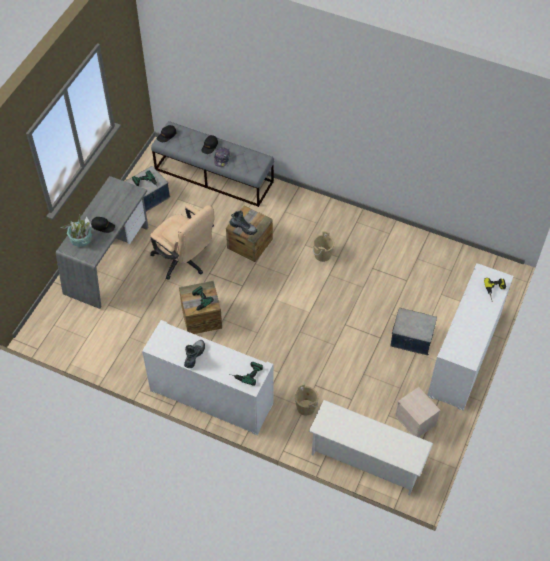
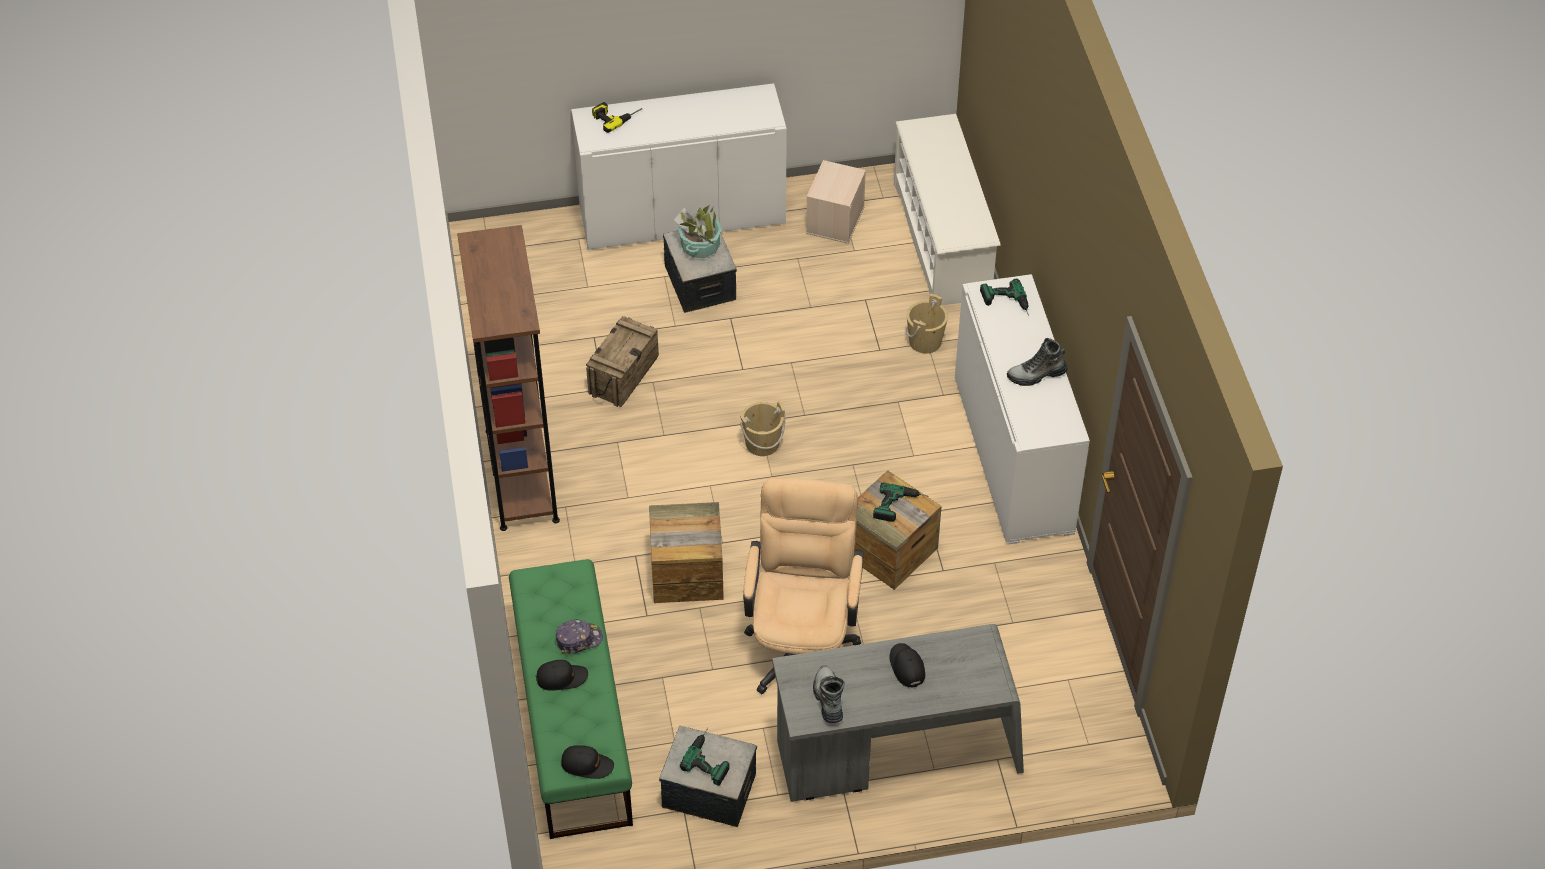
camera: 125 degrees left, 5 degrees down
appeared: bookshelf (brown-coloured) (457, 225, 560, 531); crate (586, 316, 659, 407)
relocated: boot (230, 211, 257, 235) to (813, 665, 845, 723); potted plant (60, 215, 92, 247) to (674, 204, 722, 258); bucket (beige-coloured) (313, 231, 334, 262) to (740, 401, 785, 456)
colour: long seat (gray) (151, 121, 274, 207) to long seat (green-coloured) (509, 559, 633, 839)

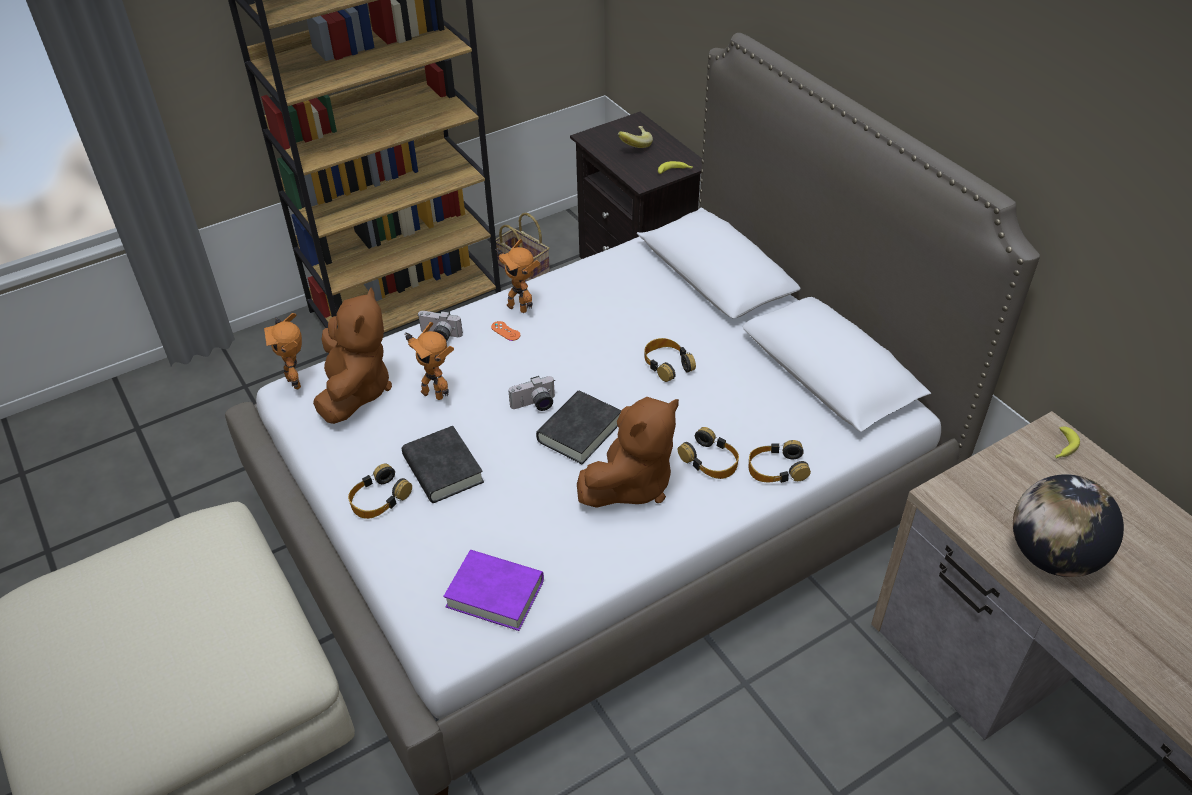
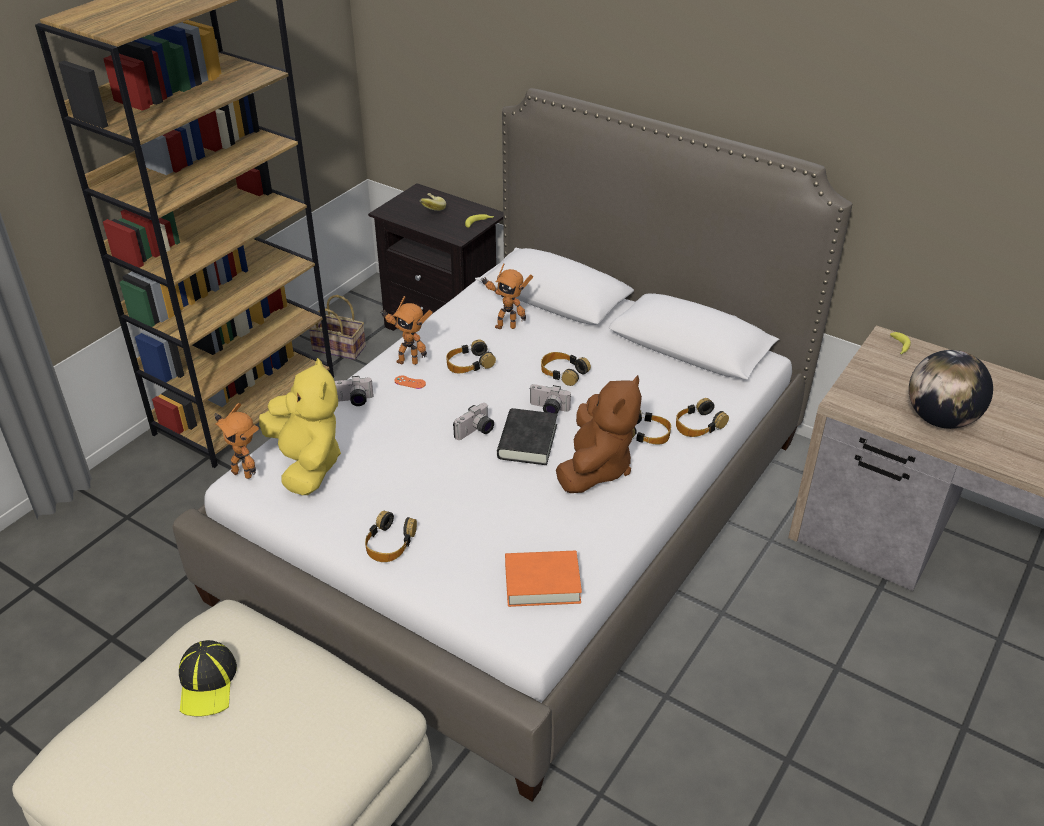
camera: 25 degrees left, 5 degrees down
missing: volume (black) (402, 426, 484, 503)
appeared: headphones (446, 340, 496, 373); photo camera (530, 384, 571, 414); cap (179, 640, 237, 716)
relocated: toy robot (404, 322, 454, 400) to (480, 263, 533, 329)
colour: cuddly toy (brown-coloured) (313, 288, 392, 424) to cuddly toy (yellow-coloured) (259, 358, 341, 495); volume (purplish) (443, 550, 544, 631) to volume (orangey) (505, 550, 582, 607)

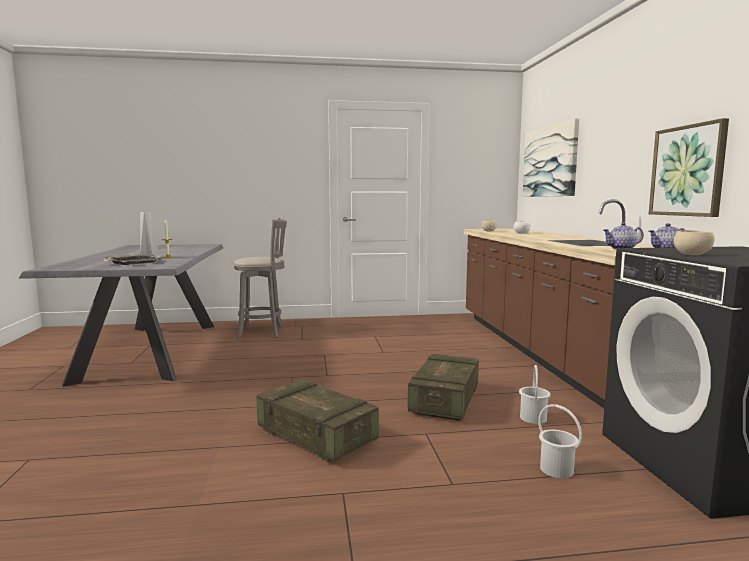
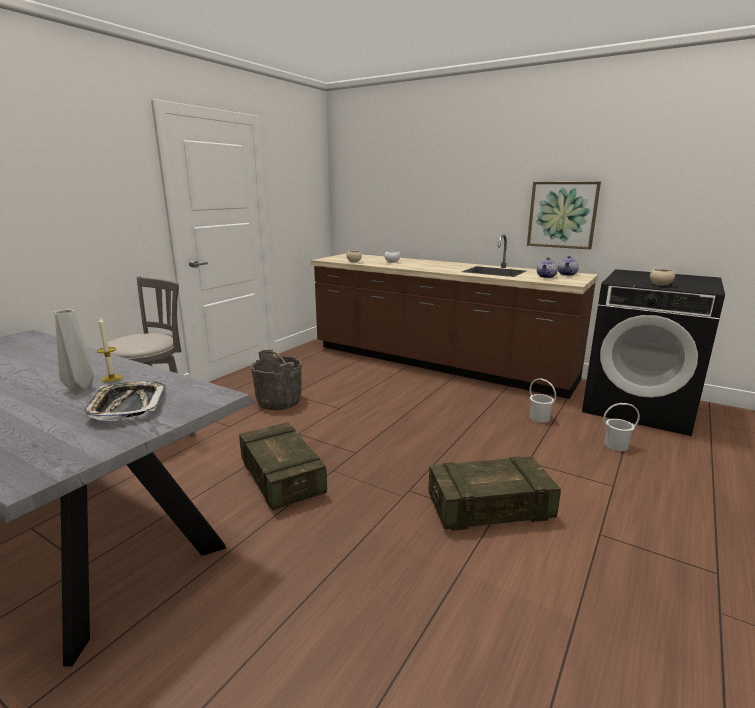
camera: 50 degrees left, 10 degrees up
missing: picture (523, 118, 579, 197)
appeared: bucket (gray) (251, 350, 302, 410)
relocated: crate (408, 354, 479, 421) to (239, 422, 327, 511)

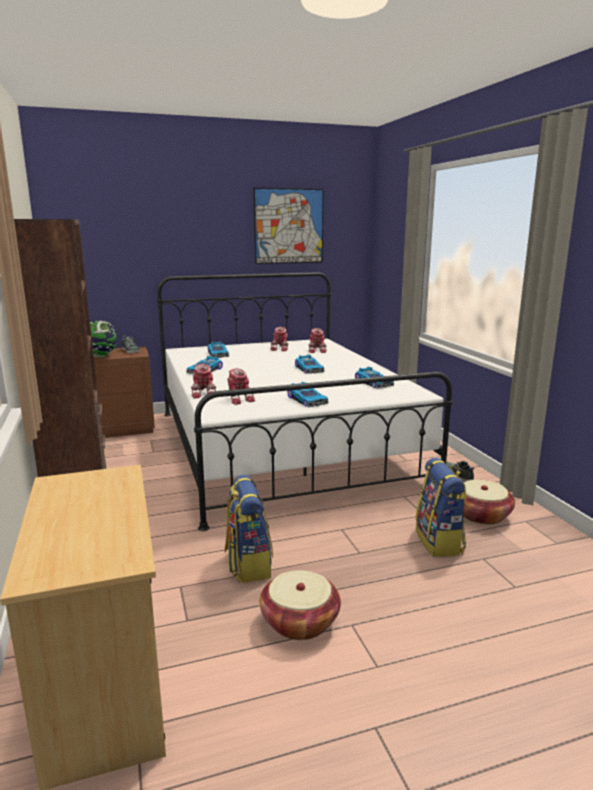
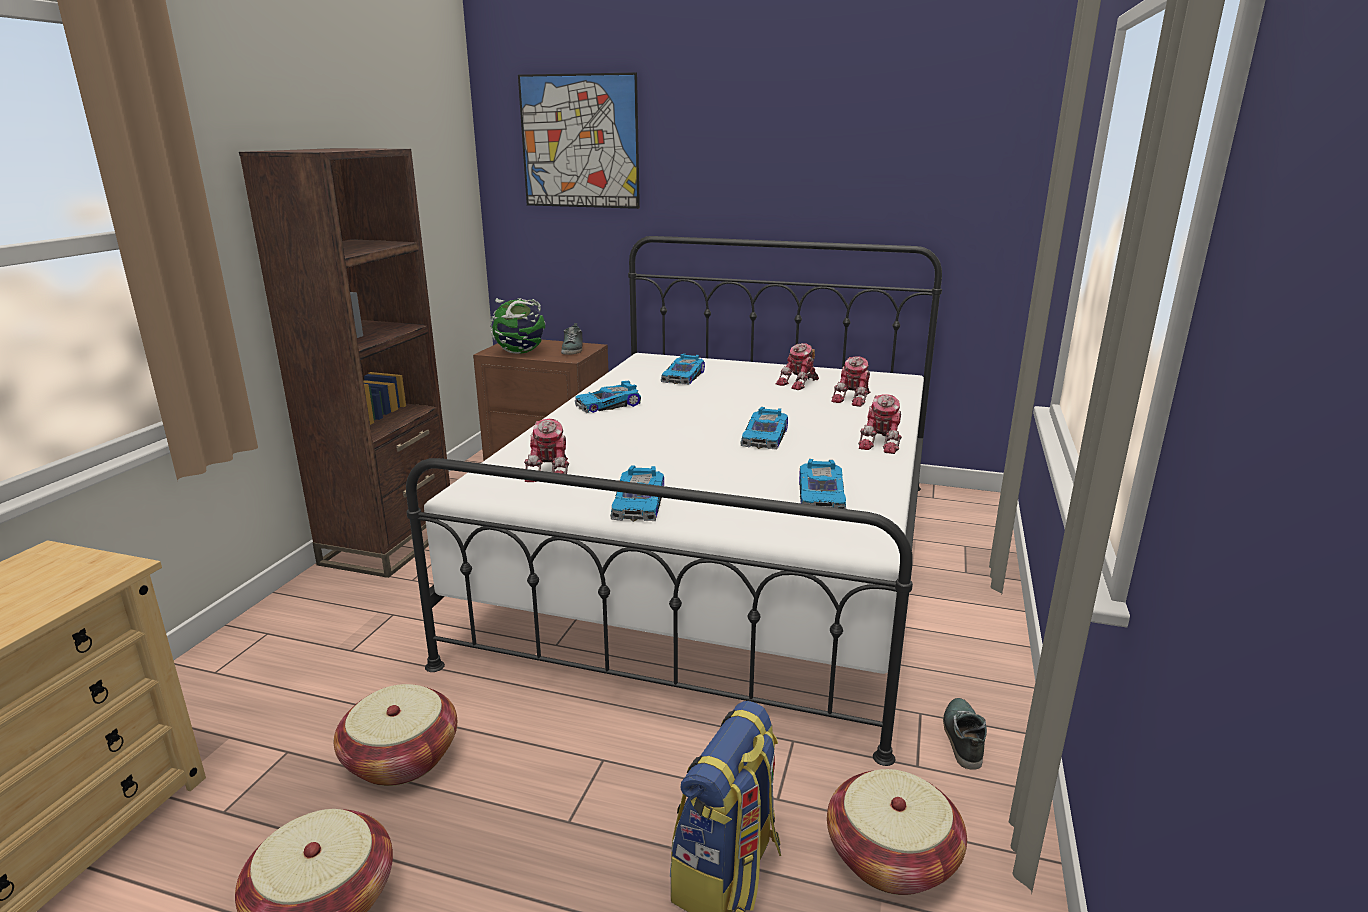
camera: 35 degrees right, 5 degrees up
relocated: picture (253, 188, 324, 264) to (518, 72, 640, 209); toy robot (191, 364, 216, 399) to (858, 394, 902, 454)
exchanged: rucksack (225, 475, 273, 583) to basket (334, 684, 457, 786)

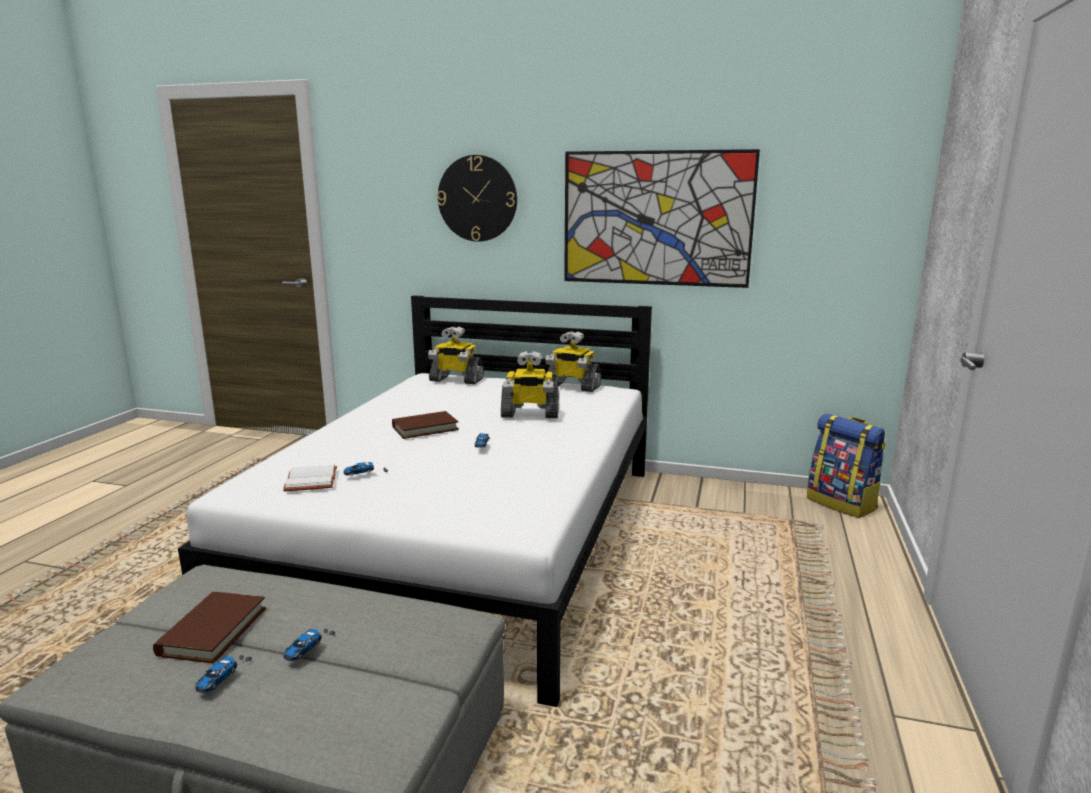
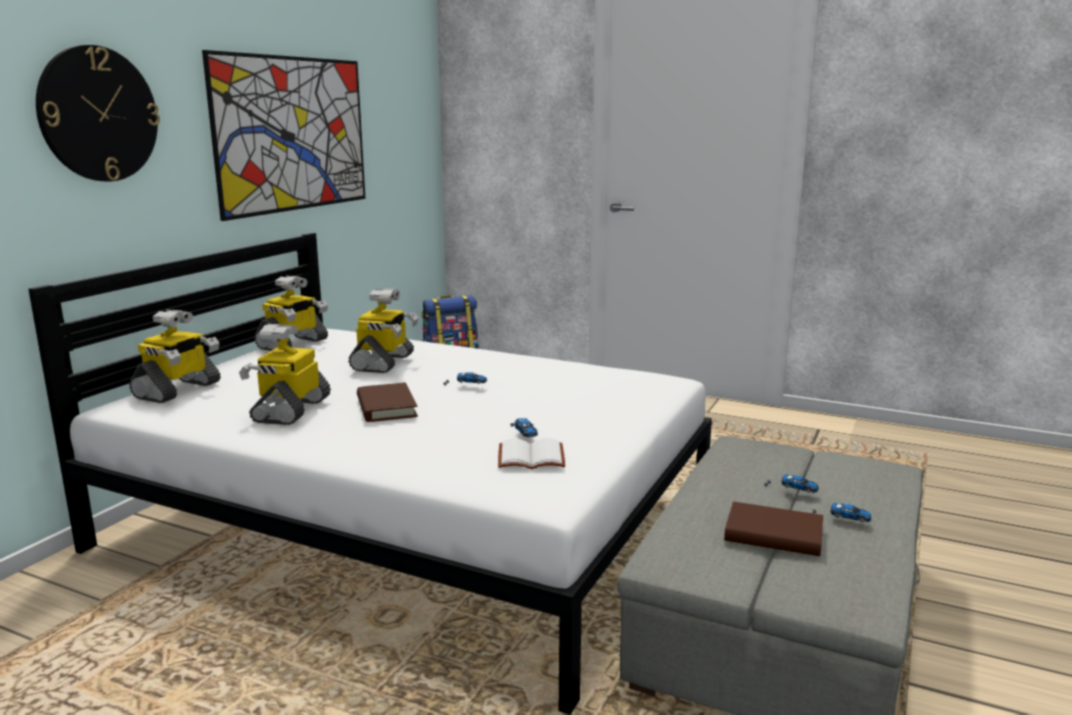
camera: 80 degrees left, 0 degrees up
appeared: toy robot (239, 324, 331, 425)

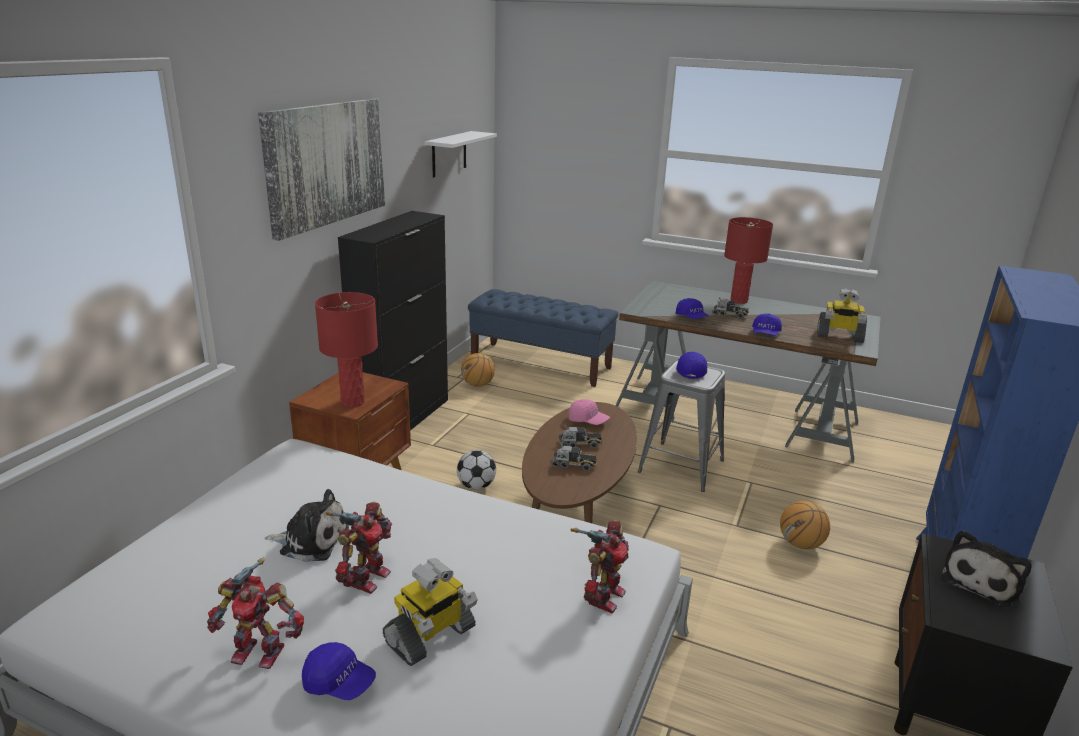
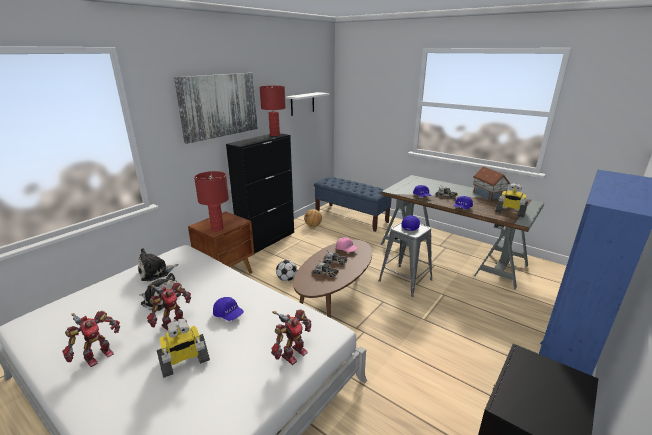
camera: 15 degrees right, 0 degrees up
missing: basketball (780, 501, 830, 549)
appeared: miniature house (473, 166, 511, 203)
relocated: table lamp (reddish) (724, 217, 773, 304) to (260, 86, 286, 136); cuddly toy (941, 530, 1032, 608) to (138, 248, 178, 281); cap (blue) (302, 642, 376, 700) to (213, 297, 244, 321)
spun: toy robot (207, 558, 304, 669) = (62, 311, 120, 367) 75 degrees counterclockwise

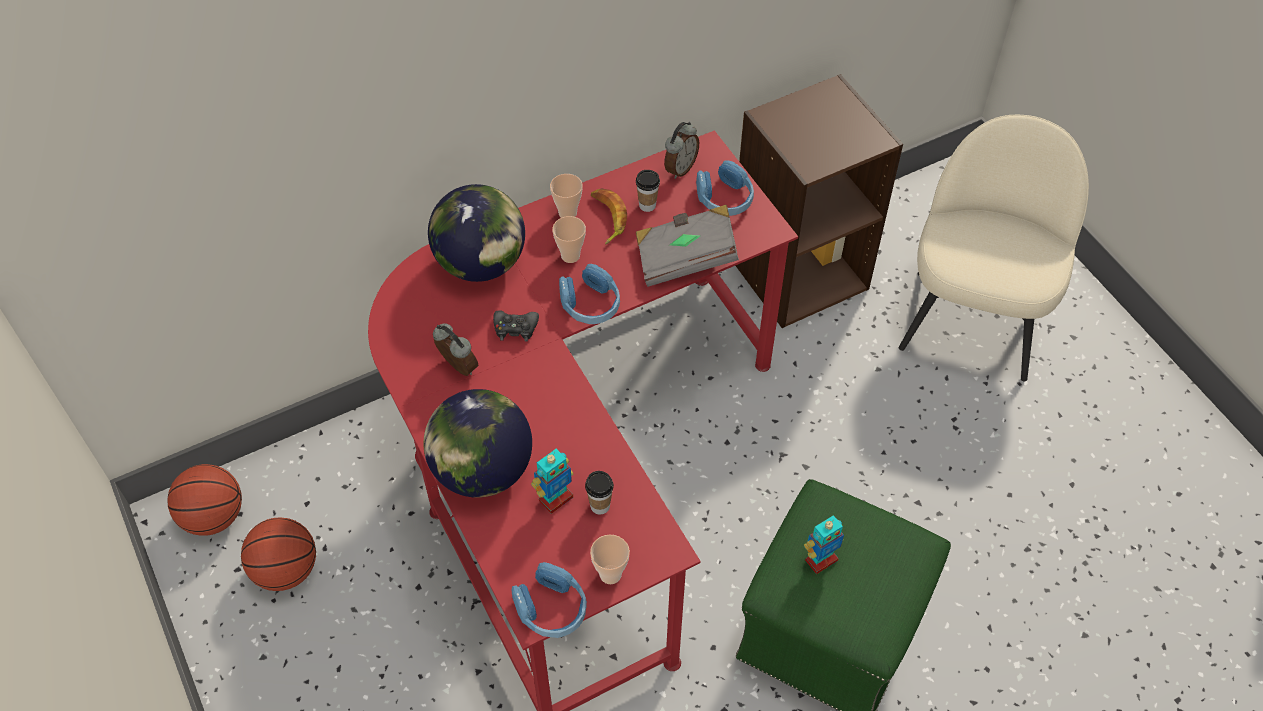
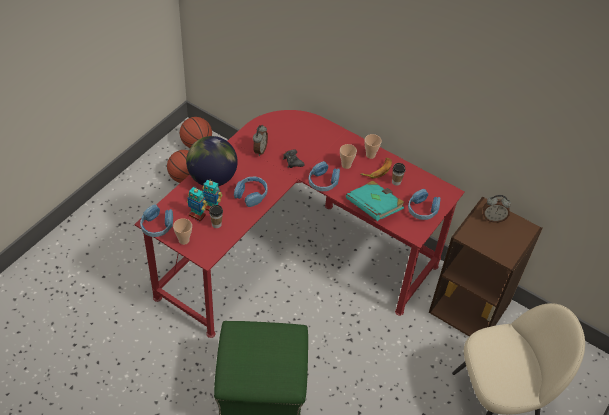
camera: 60 degrees right, 5 degrees down
missing: desk globe (428, 184, 525, 282)
appeared: headphones (blue) (234, 177, 268, 207)
relocated: alarm clock (664, 122, 699, 179) to (483, 195, 511, 223); toy robot (804, 515, 844, 574) to (187, 186, 208, 221)
colour: volume (gray) (636, 205, 739, 287) to volume (blue-green) (346, 181, 404, 221)

